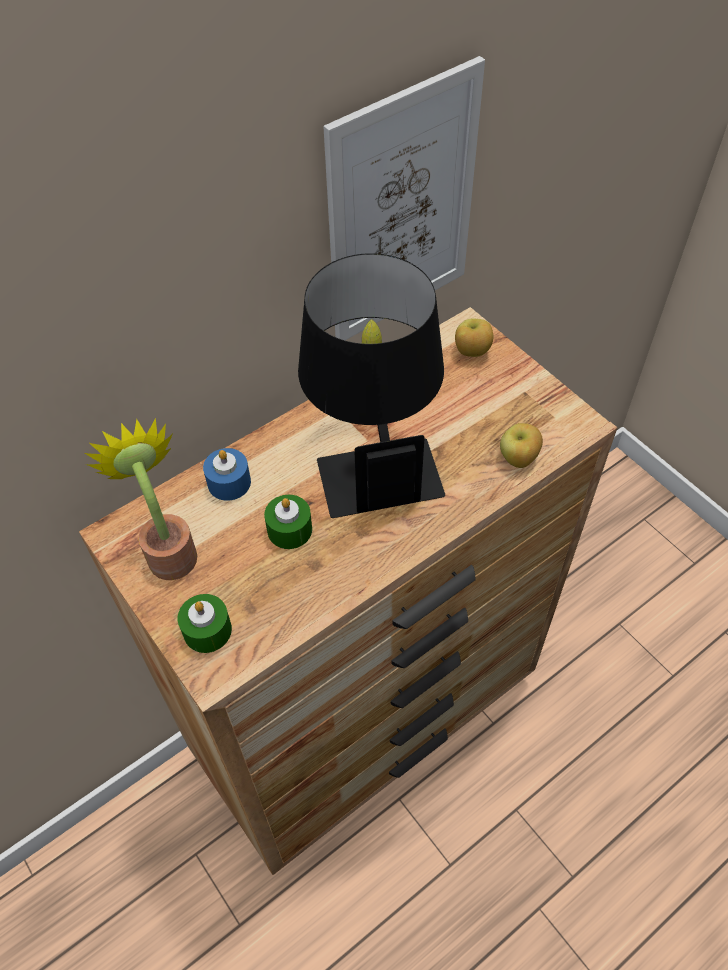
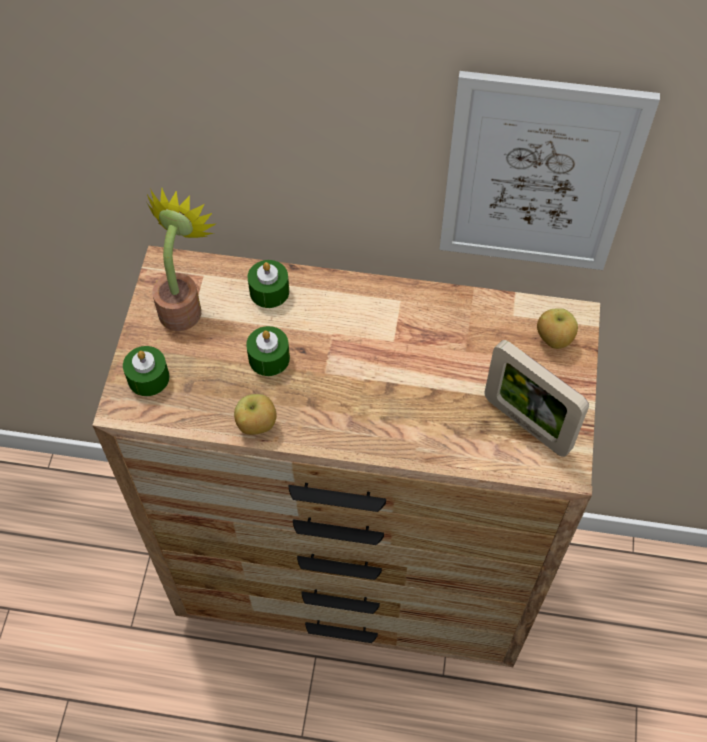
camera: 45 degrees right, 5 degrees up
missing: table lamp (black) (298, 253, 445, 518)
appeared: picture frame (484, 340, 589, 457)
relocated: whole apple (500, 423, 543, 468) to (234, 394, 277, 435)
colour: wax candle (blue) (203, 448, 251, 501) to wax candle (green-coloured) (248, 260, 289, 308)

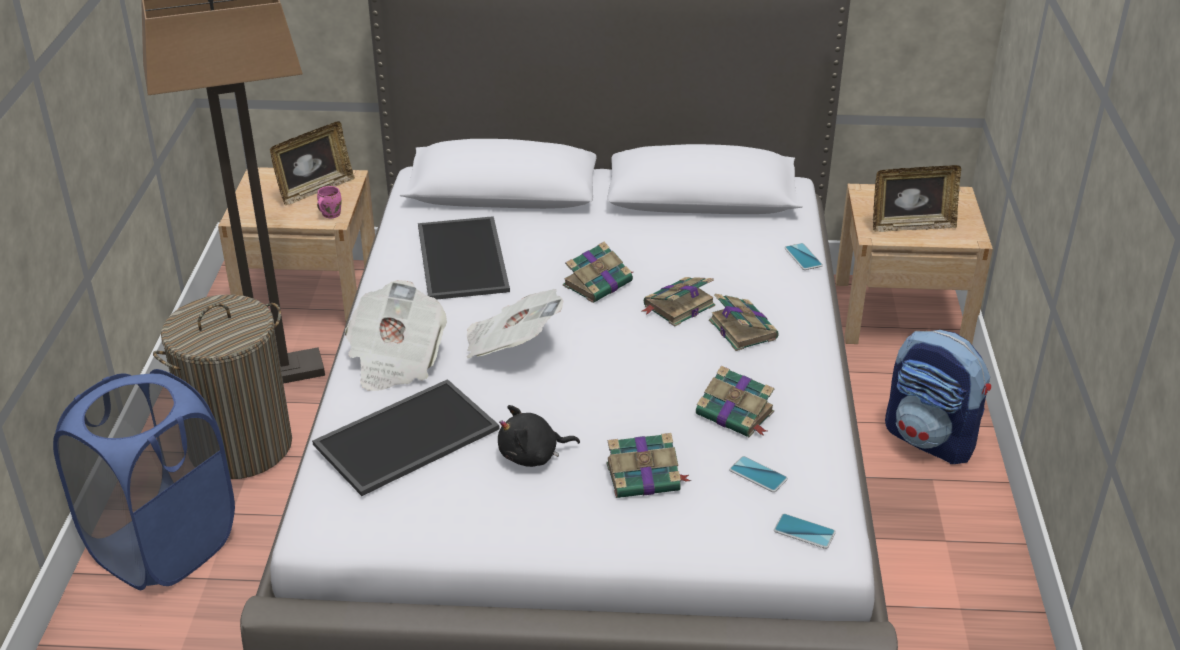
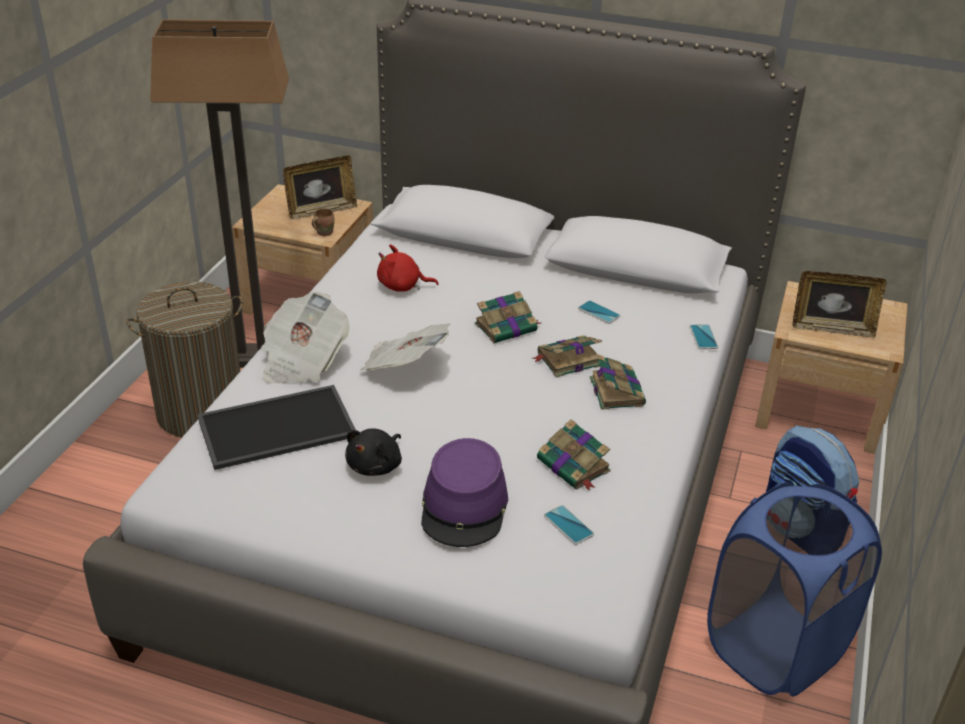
camera: 15 degrees right, 0 degrees up
relocated: hamper (blue) (53, 369, 235, 590) to (707, 482, 882, 696); handset (774, 514, 836, 549) to (578, 300, 620, 324)
exchanged: tray (418, 216, 510, 300) to cuddly toy (reddish) (377, 244, 439, 292); volume (606, 433, 691, 498) to clothing hat (purplish) (421, 438, 508, 547)
colour: mug (pink-coloured) (317, 186, 341, 218) to mug (brown-coloured) (312, 208, 334, 236)
spun: cuddly toy (black) (498, 405, 580, 467) = (345, 428, 402, 476) 60 degrees counterclockwise

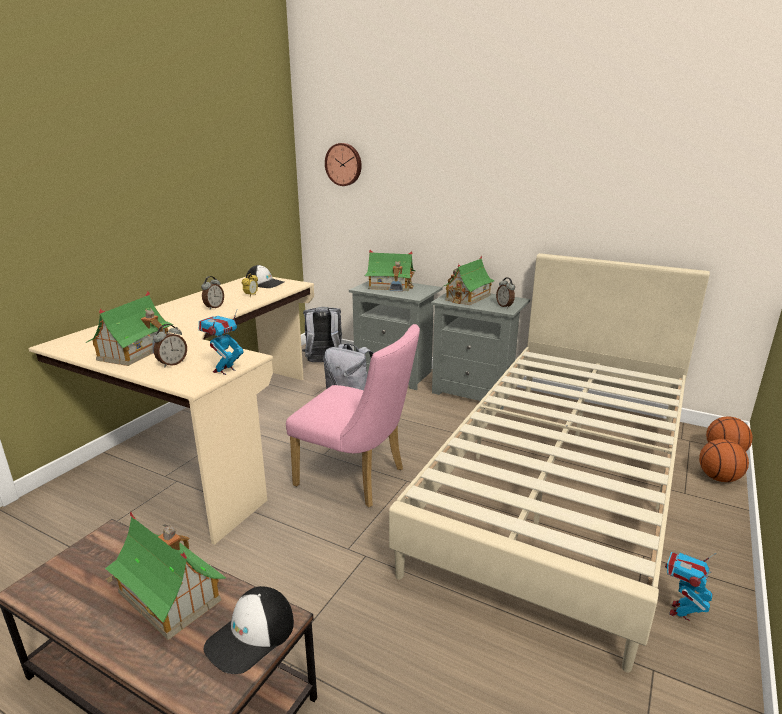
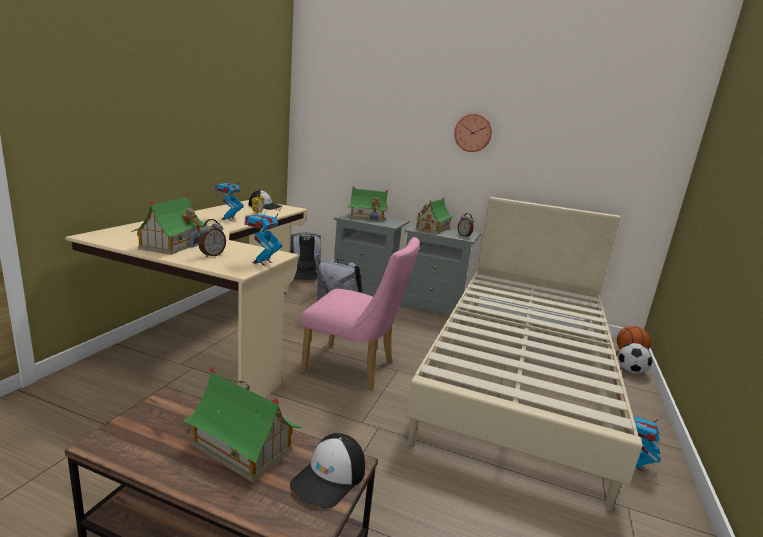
camera: 10 degrees left, 5 degrees down
relocated: wall clock (325, 143, 362, 186) to (454, 114, 492, 152)
exchanged: alarm clock (201, 276, 224, 310) to toy robot (215, 178, 244, 221); basketball (699, 439, 749, 482) to football (618, 343, 653, 374)

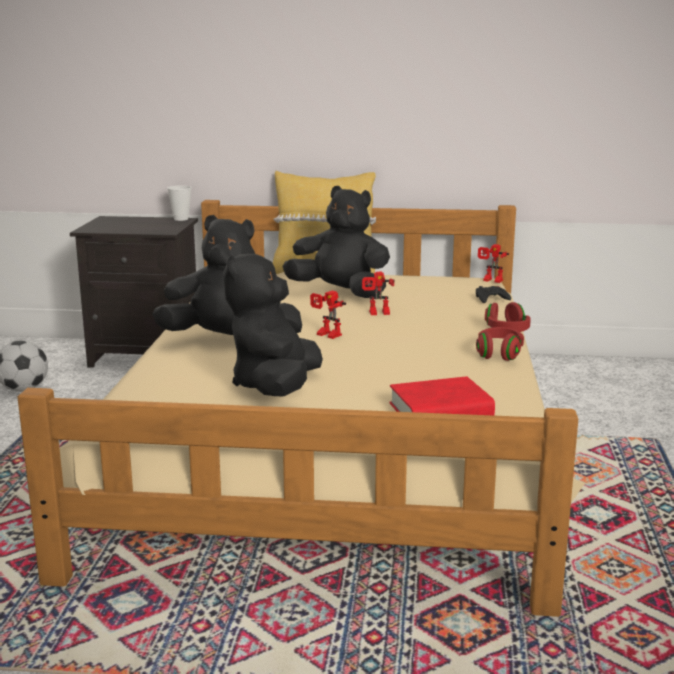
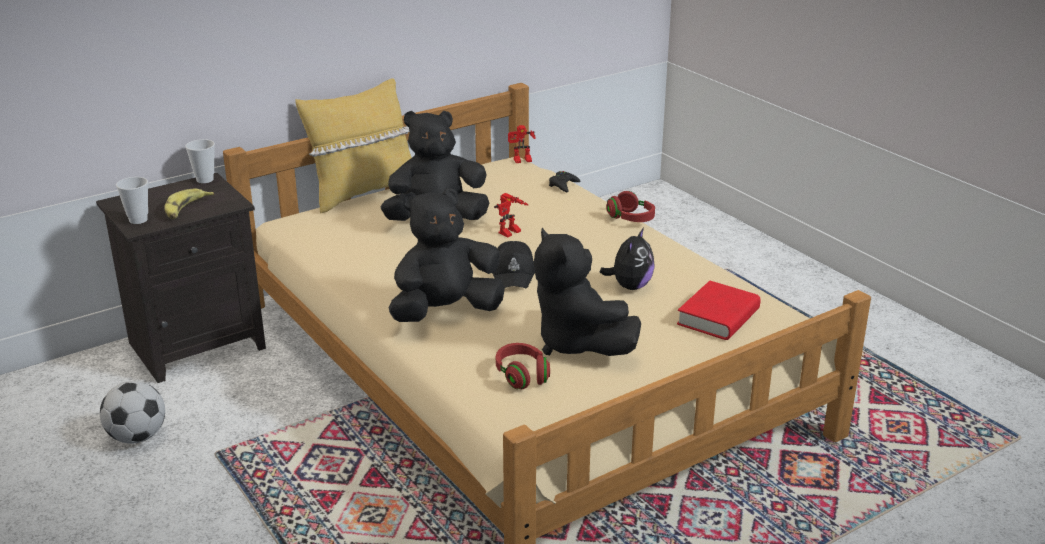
camera: 40 degrees left, 10 degrees up
appeared: small cup (116, 177, 148, 224); whole banana (164, 189, 214, 219); cuddly toy (600, 228, 655, 290)
relocated: headphones (reddish) (476, 327, 524, 361) to (496, 343, 550, 389)
exchanged: toy robot (310, 291, 346, 339) to cap (black) (492, 241, 535, 288)

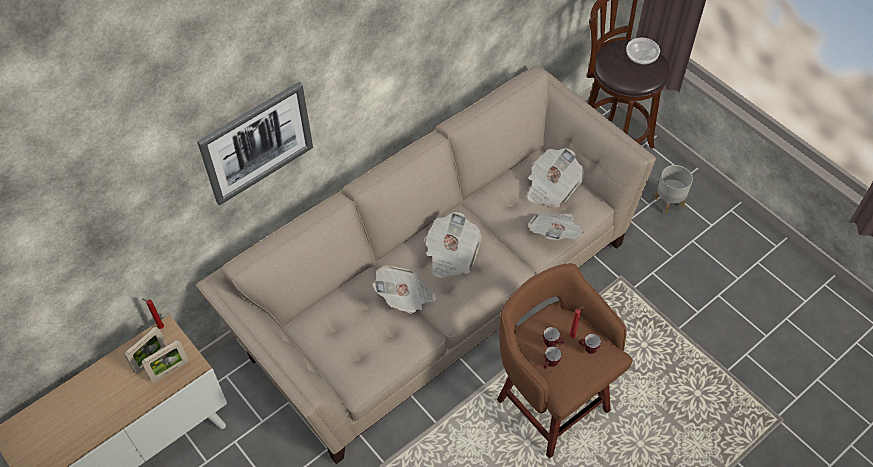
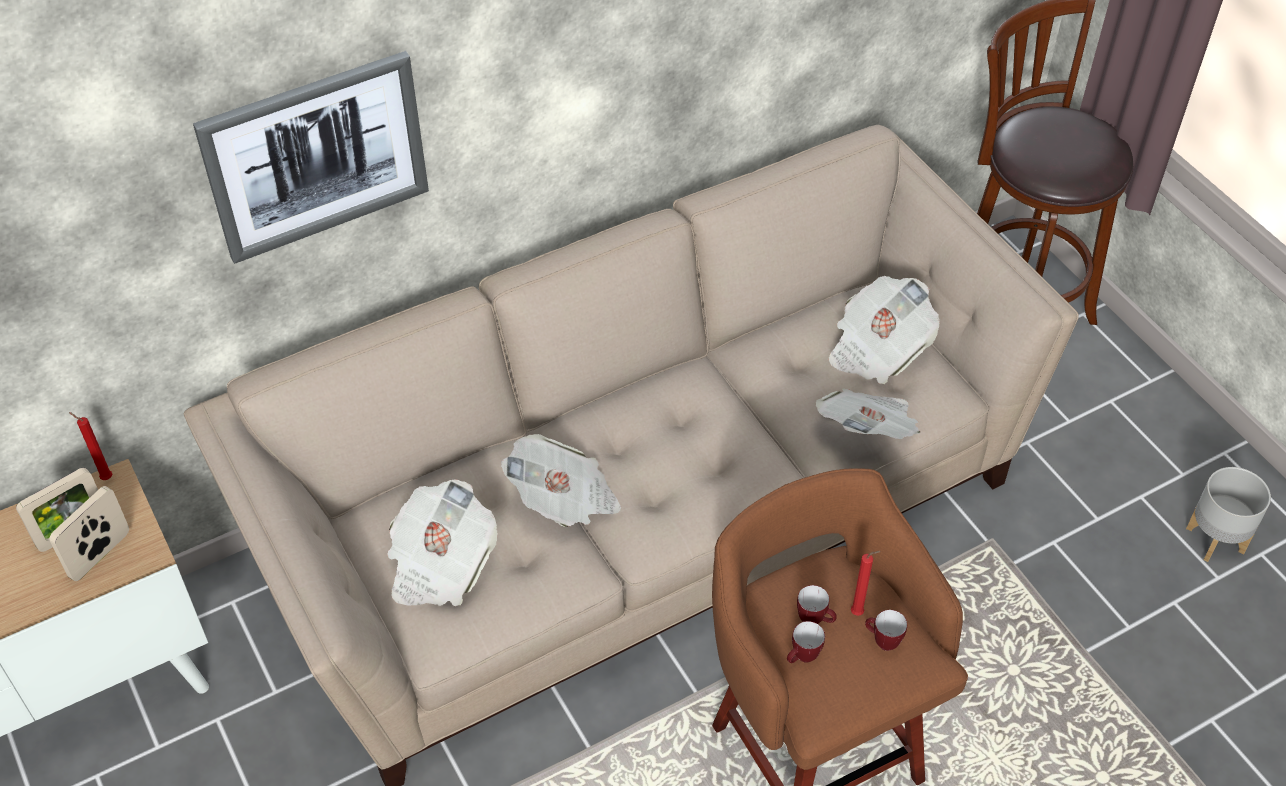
camera: 10 degrees right, 5 degrees down
missing: serving bowl (626, 38, 660, 65)
relocated: planter (gray) (654, 165, 693, 214) to (1186, 467, 1271, 562); newspaper (425, 212, 482, 278) to (387, 479, 498, 606)
spun: picture frame (141, 340, 188, 382) = (49, 486, 129, 581) 150 degrees clockwise

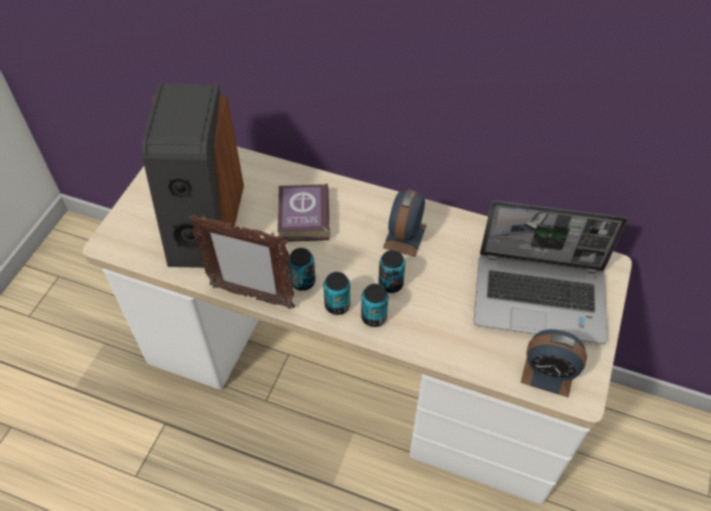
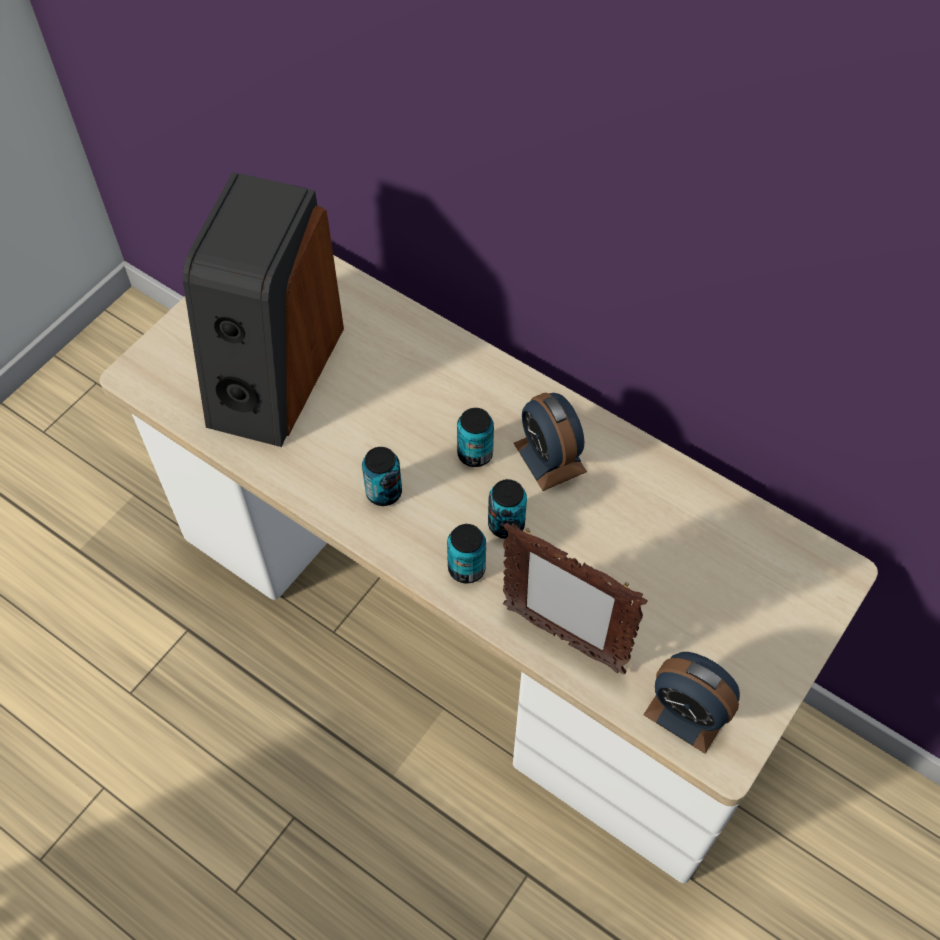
camera: 15 degrees right, 5 degrees up
missing: volume (278, 183, 330, 242); laptop (474, 201, 628, 344)
relocated: picture frame (188, 214, 295, 309) to (503, 523, 648, 674); sealed can (323, 272, 350, 315) to (457, 408, 494, 467)
spun: alarm clock (383, 190, 427, 257) = (514, 393, 587, 491) 60 degrees counterclockwise

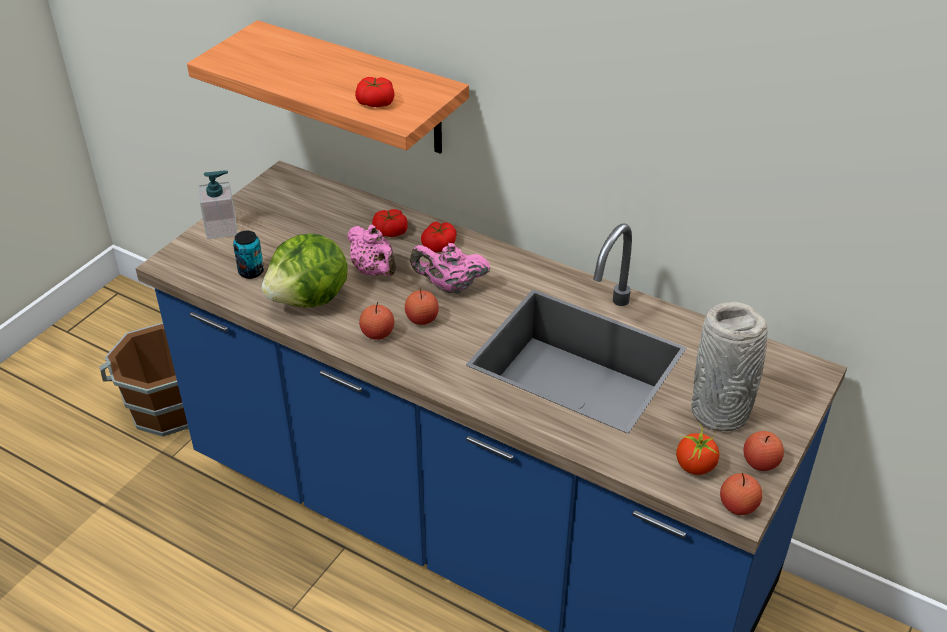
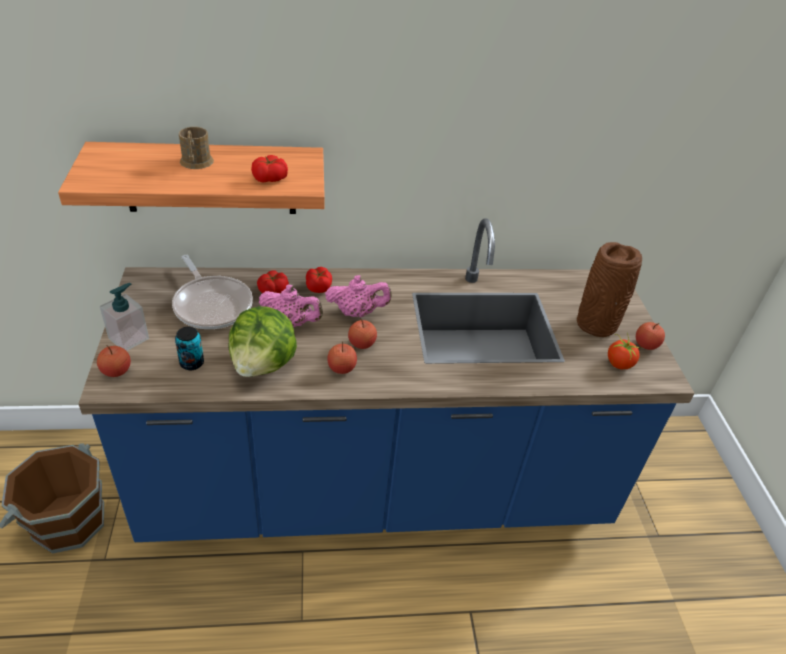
camera: 40 degrees left, 0 degrees up
appeared: mug (brown-coloured) (179, 127, 214, 169); skillet (172, 255, 253, 329)
relocated: whole apple (720, 473, 763, 515) to (97, 345, 131, 377)
colour: decorative vase (gray) (691, 302, 768, 431) to decorative vase (brown-coloured) (577, 242, 642, 337)
spun: tea pot (pink-coloured) (410, 243, 490, 293) = (325, 275, 392, 317) 150 degrees counterclockwise

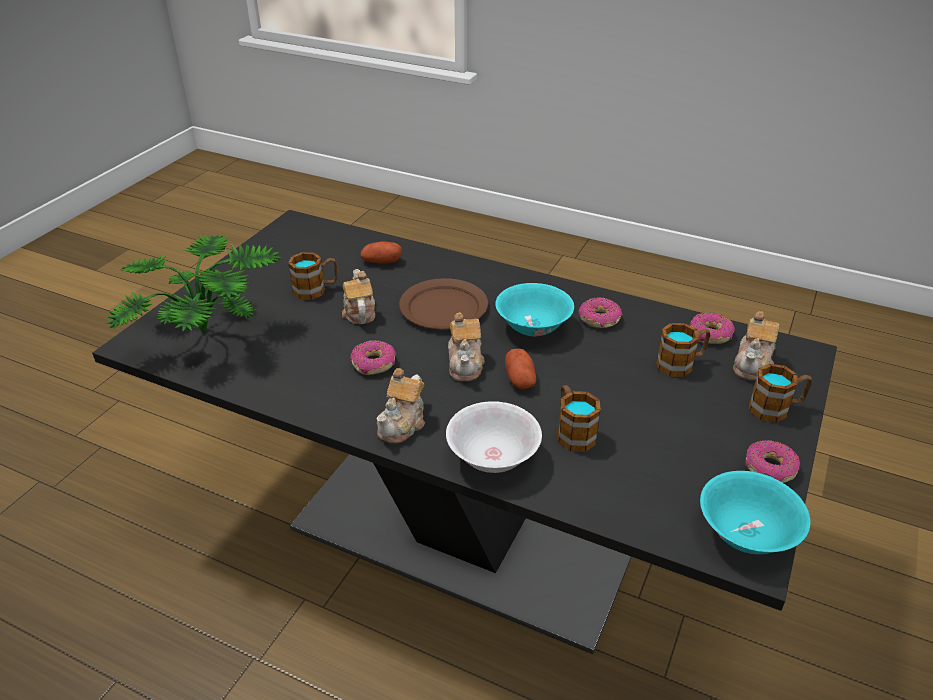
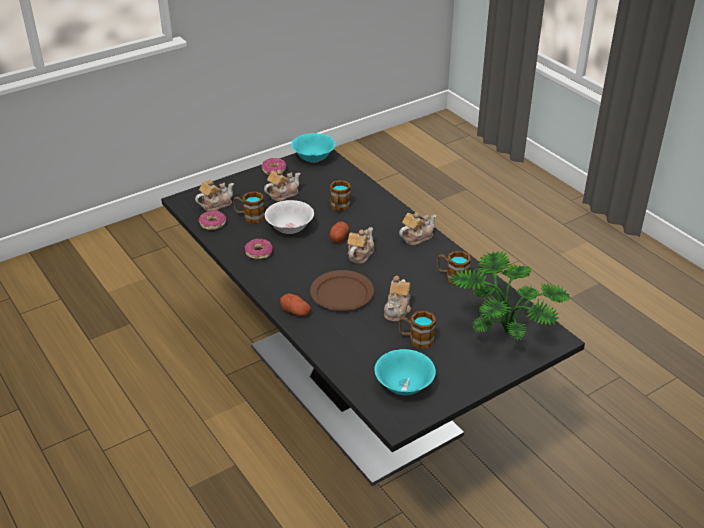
camera: 150 degrees left, 0 degrees up
missing: donut (350, 340, 396, 375)
appeared: tea pot (264, 170, 300, 201)
relocated: whole potato (361, 242, 402, 263) to (280, 294, 311, 316); serving bowl (blue-green) (495, 283, 574, 336) to (374, 349, 436, 395); mug (749, 364, 812, 423) to (437, 251, 471, 285); serving bowl (white-coloured) (446, 401, 542, 473) to (265, 200, 314, 234)

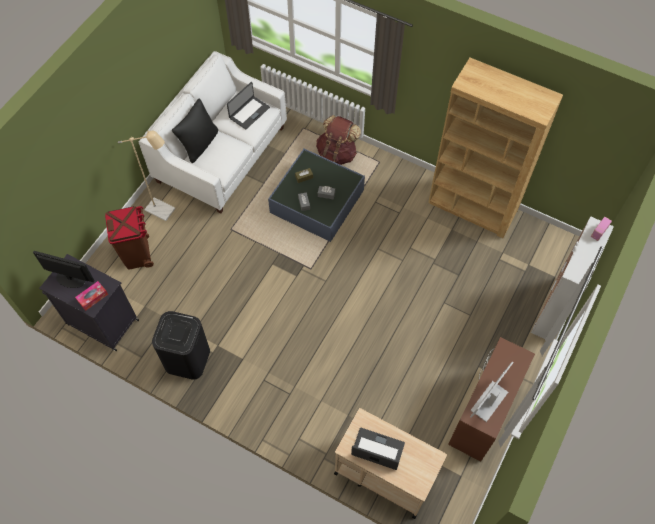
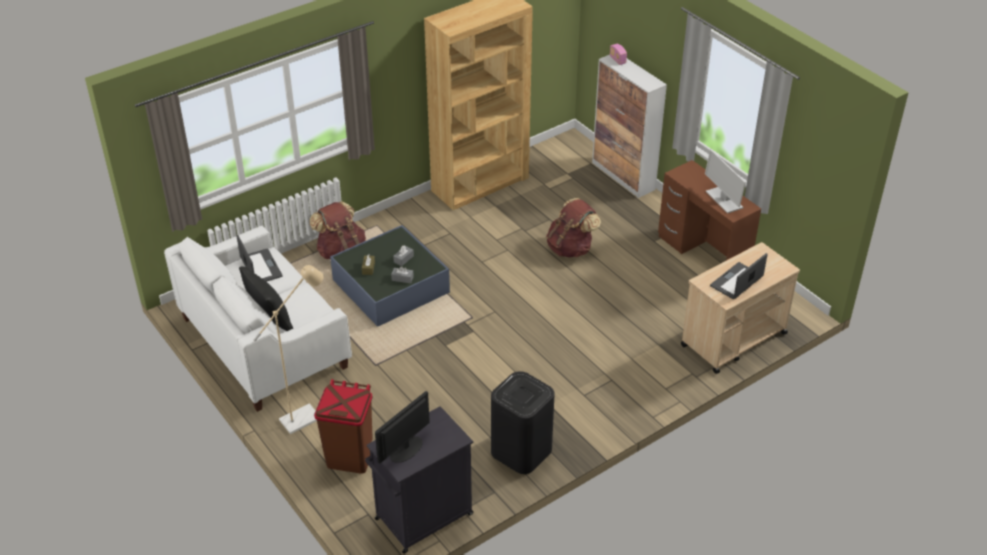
camera: 65 degrees left, 20 degrees down
missing: tissue holder (75, 281, 108, 311)
appeared: rucksack (brown-coloured) (546, 198, 601, 258)

